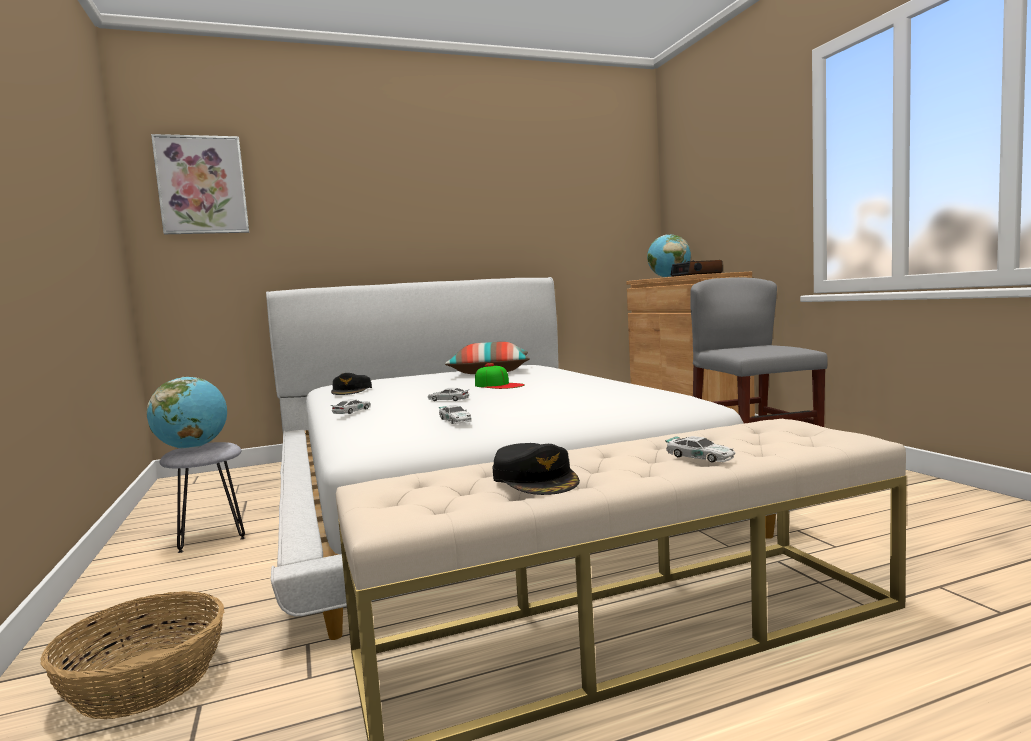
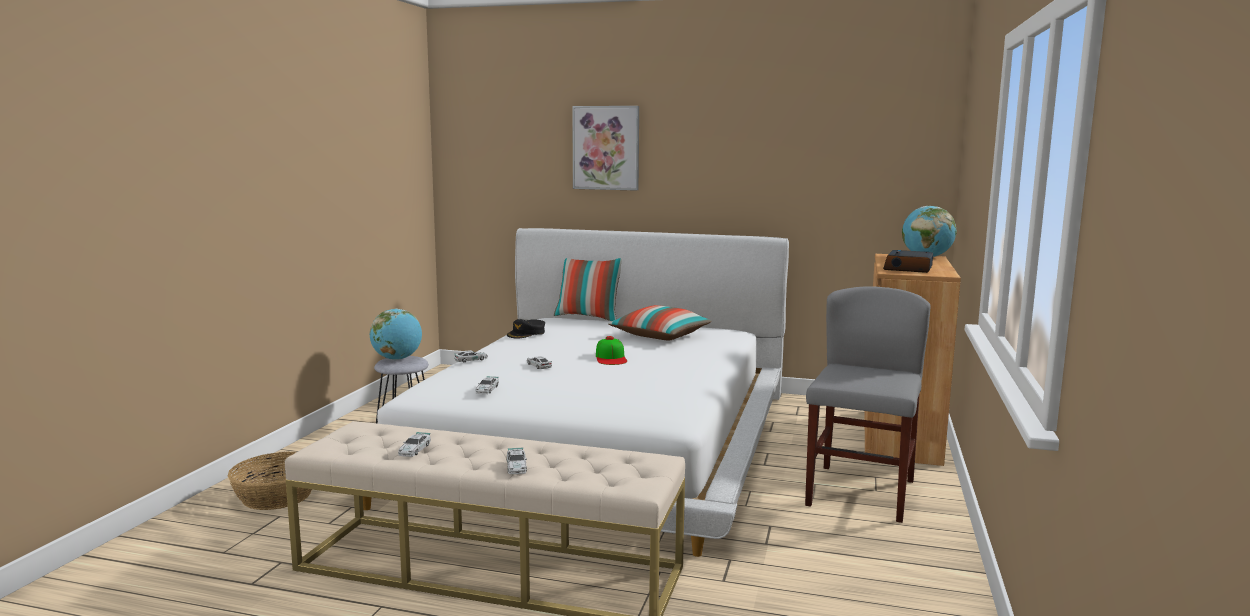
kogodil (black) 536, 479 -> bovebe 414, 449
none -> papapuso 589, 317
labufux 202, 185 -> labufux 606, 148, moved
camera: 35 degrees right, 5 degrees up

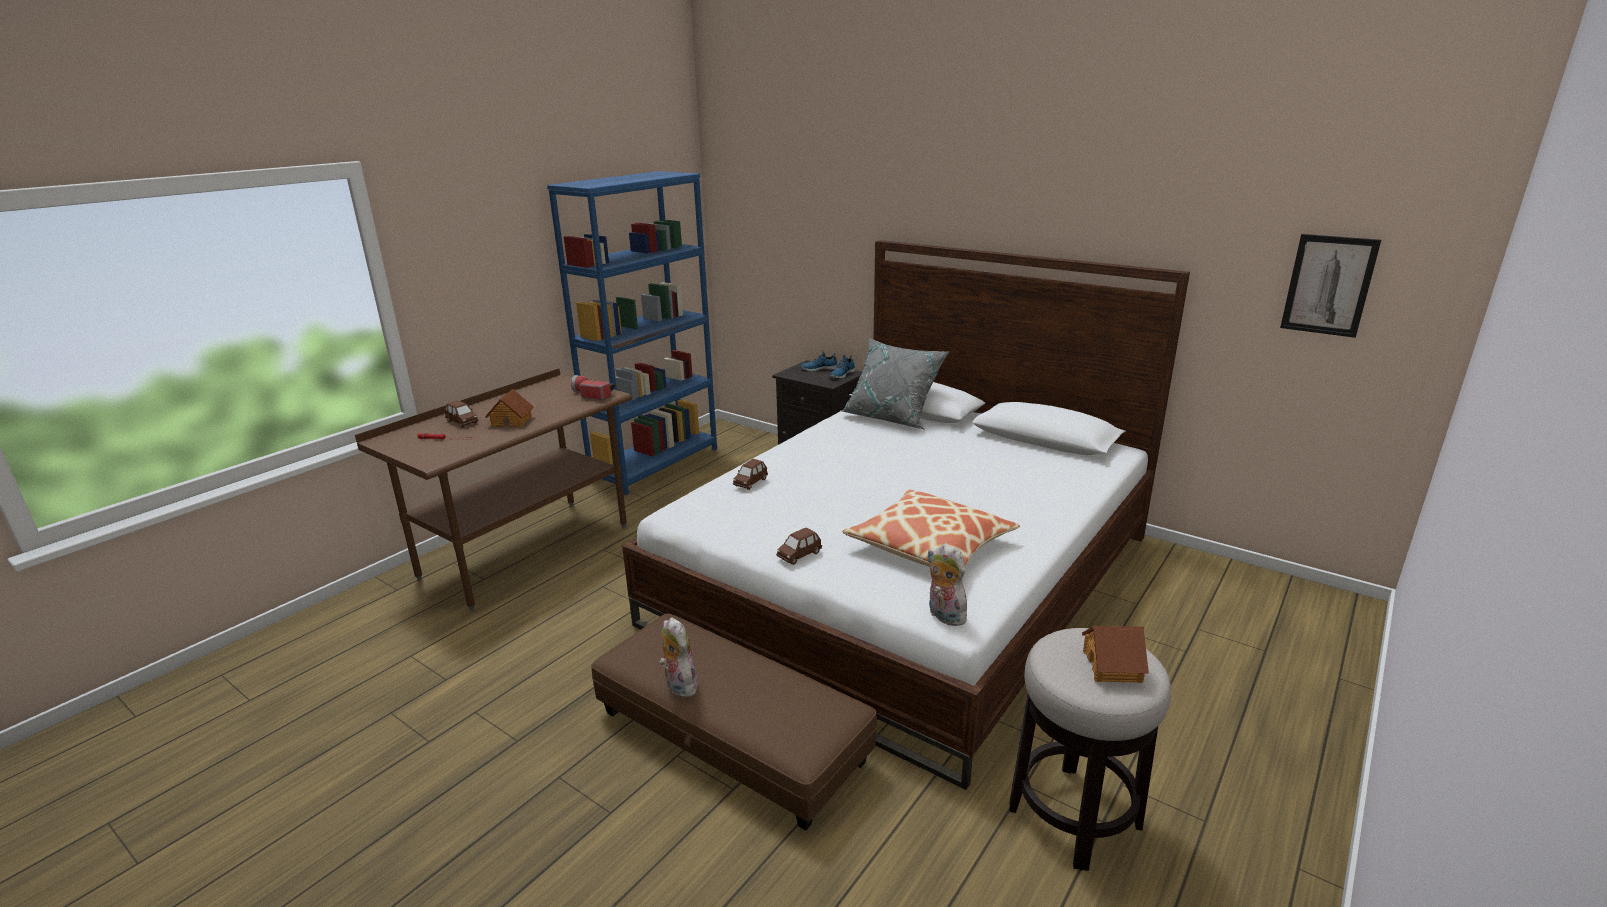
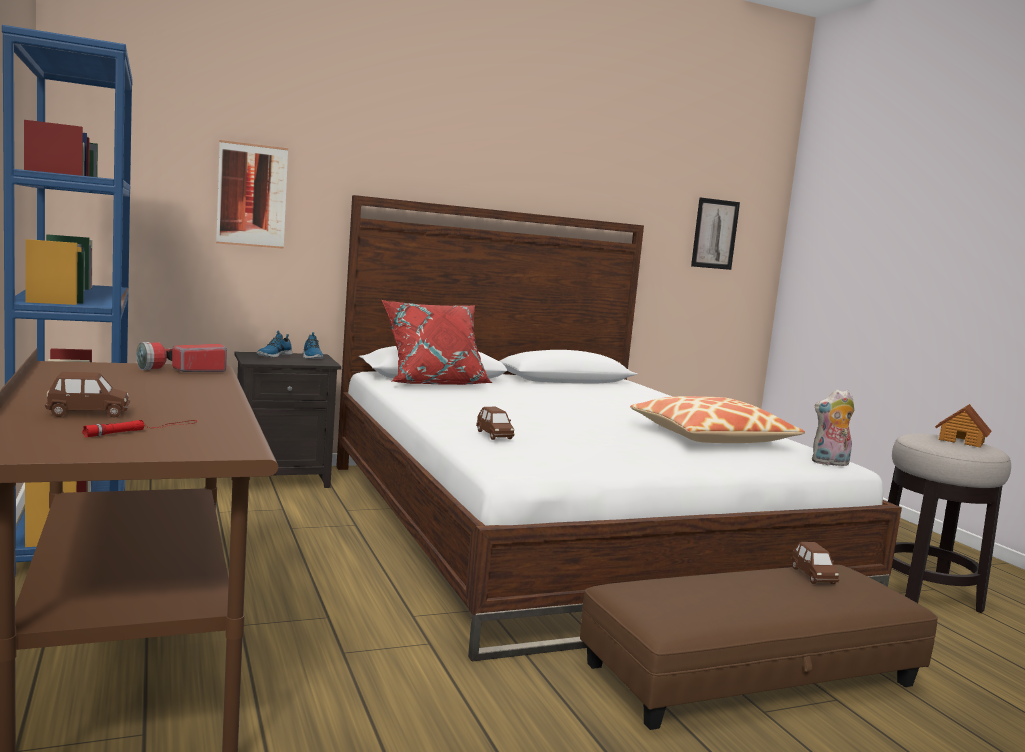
none -> labufux 252, 195
papapuso (grey) 892, 417 -> papapuso (red) 433, 382
bovebe (brown) 799, 555 -> bovebe (brown) 813, 576, moved
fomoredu 512, 421 -> none
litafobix 678, 685 -> none
camera: 60 degrees left, 15 degrees down

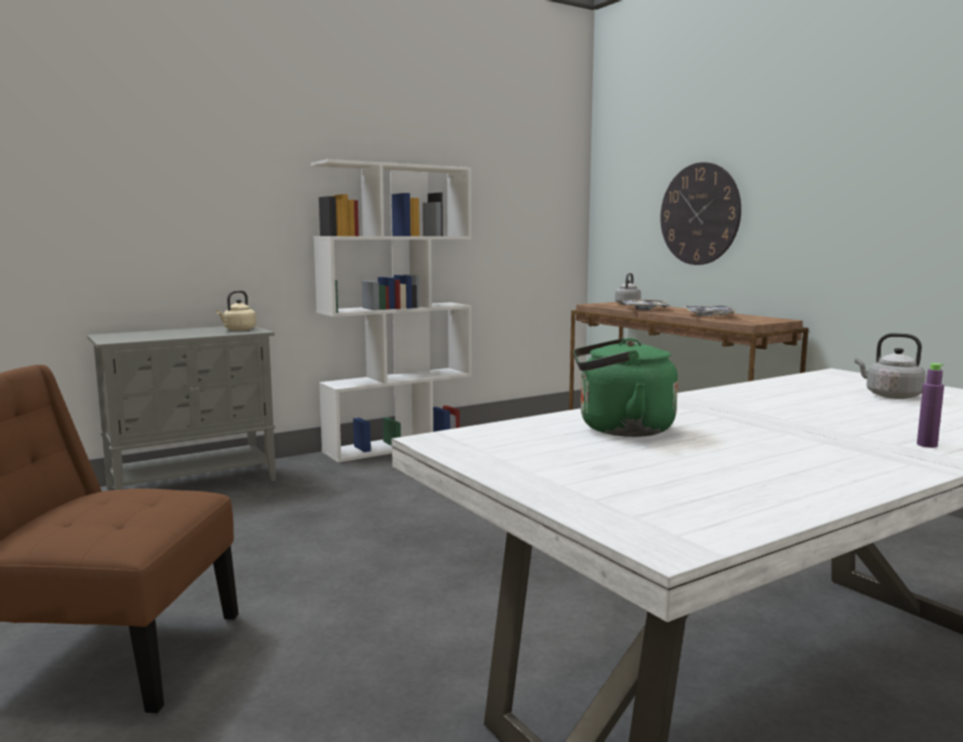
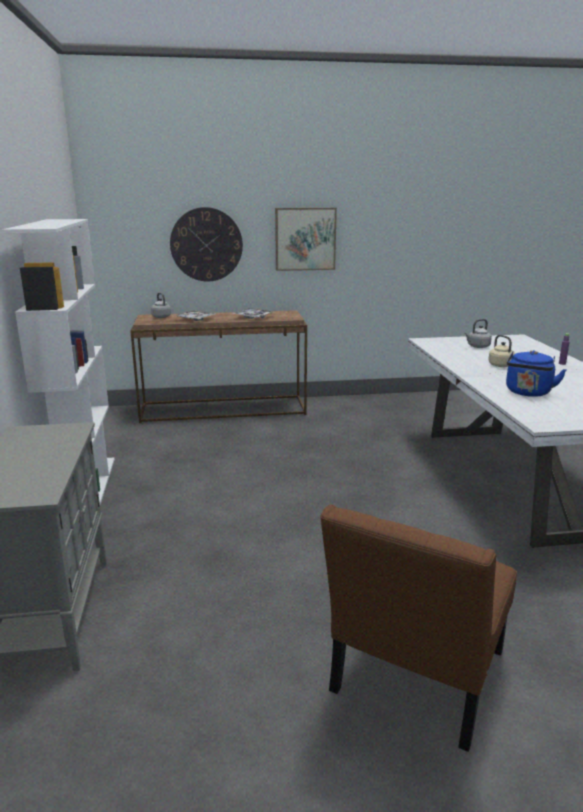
none -> labufux 305, 239
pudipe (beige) 238, 330 -> pudipe (beige) 502, 366, moved
pudipe (green) 619, 429 -> pudipe (blue) 528, 393
camera: 65 degrees left, 10 degrees up

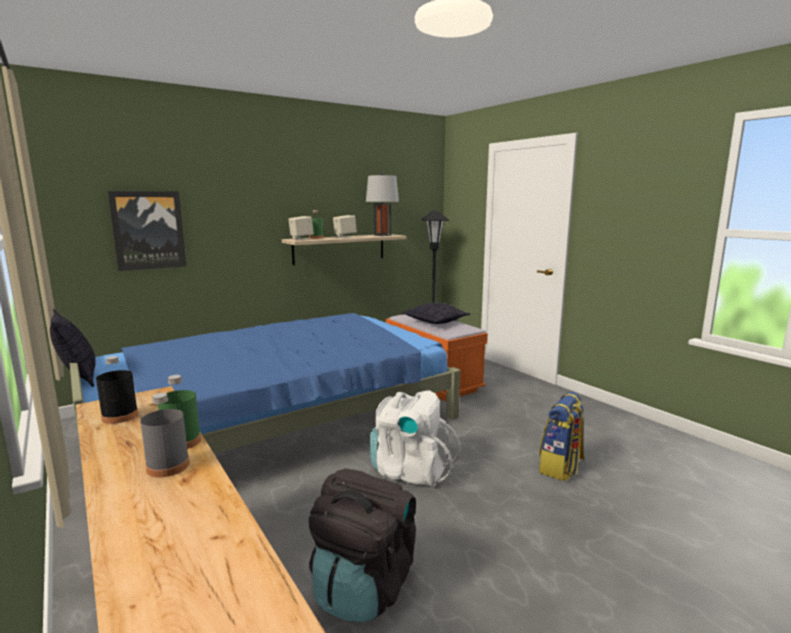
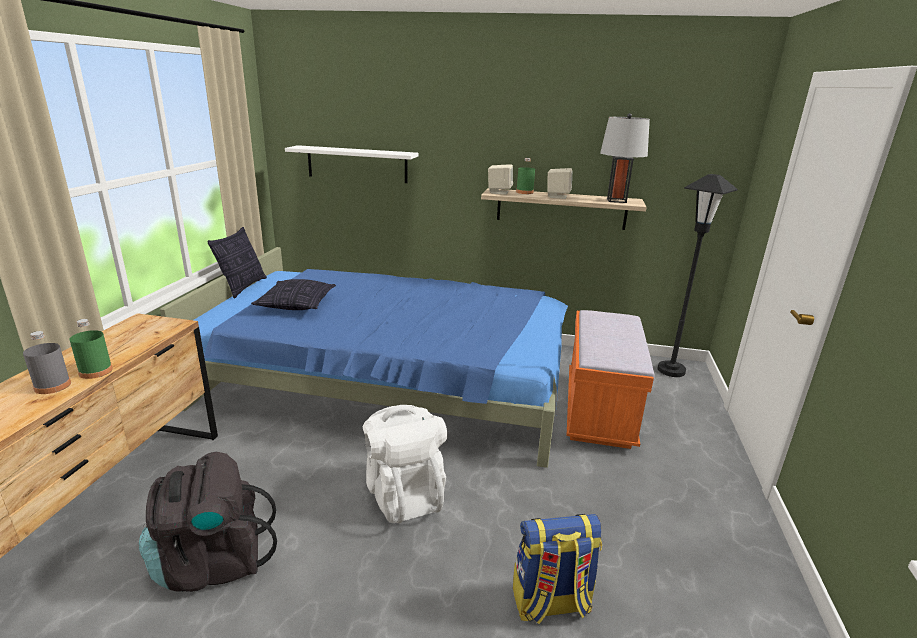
papapuso 435, 322 -> papapuso 297, 305, moved
labufux 148, 230 -> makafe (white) 357, 164
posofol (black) 120, 416 -> none
camera: 45 degrees right, 10 degrees up

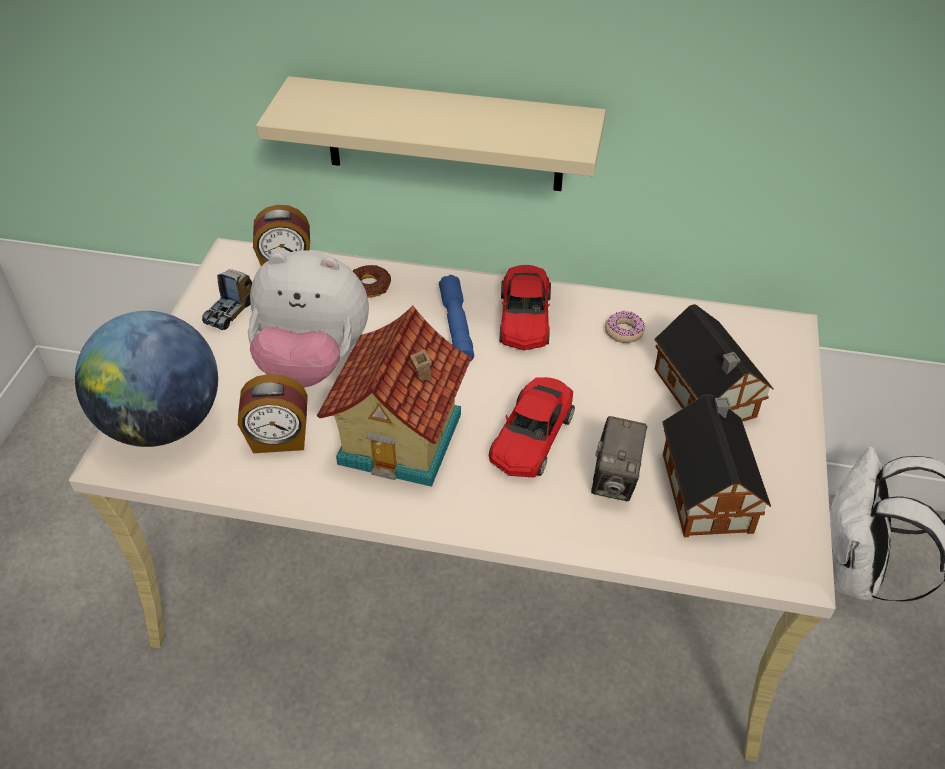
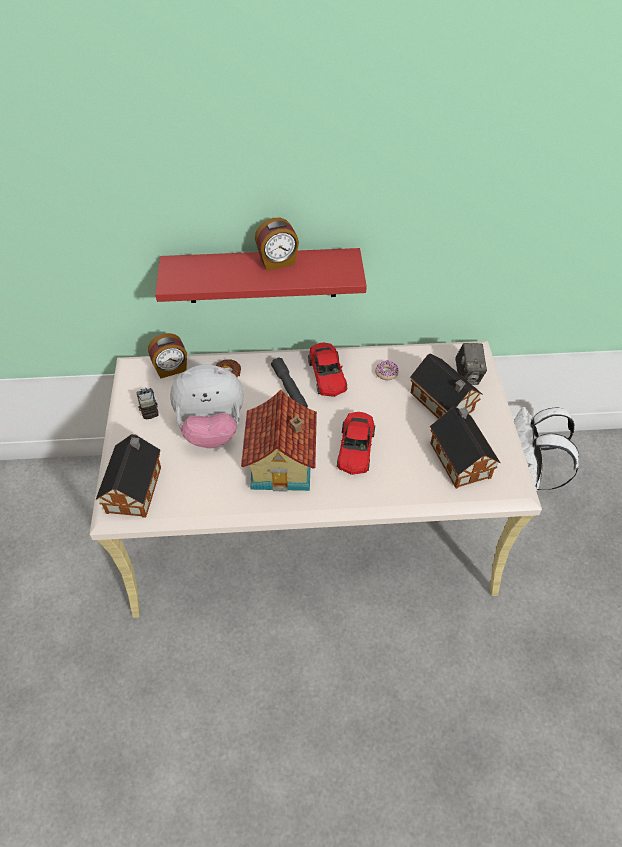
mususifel 163, 424 -> fomoredu 135, 487
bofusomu 230, 311 -> bofusomu 148, 406, 150 degrees clockwise
makafe (beige) 444, 135 -> makafe (red) 262, 275
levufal 279, 440 -> levufal 278, 262, moved
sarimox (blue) 456, 326 -> sarimox (grey) 289, 389
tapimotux 615, 480 -> tapimotux 467, 375, moved
camera: 15 degrees left, 5 degrees up

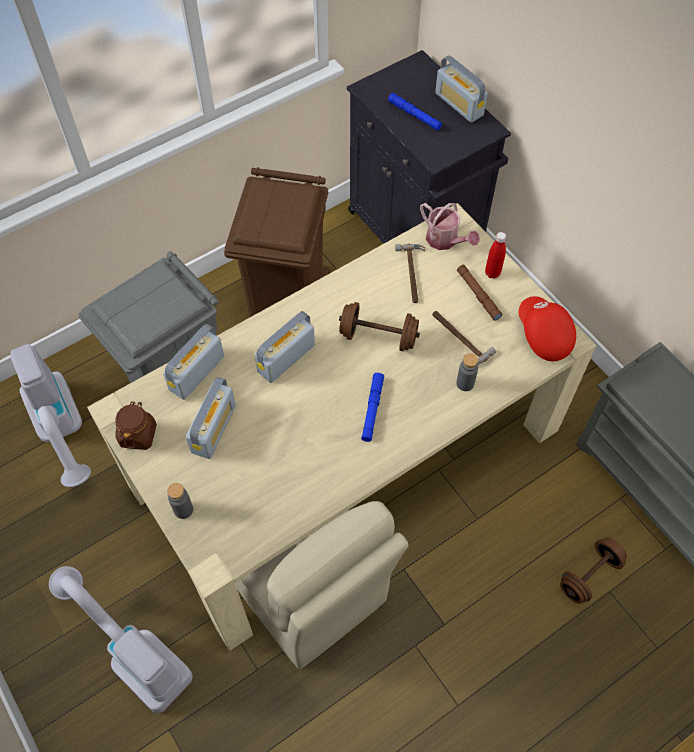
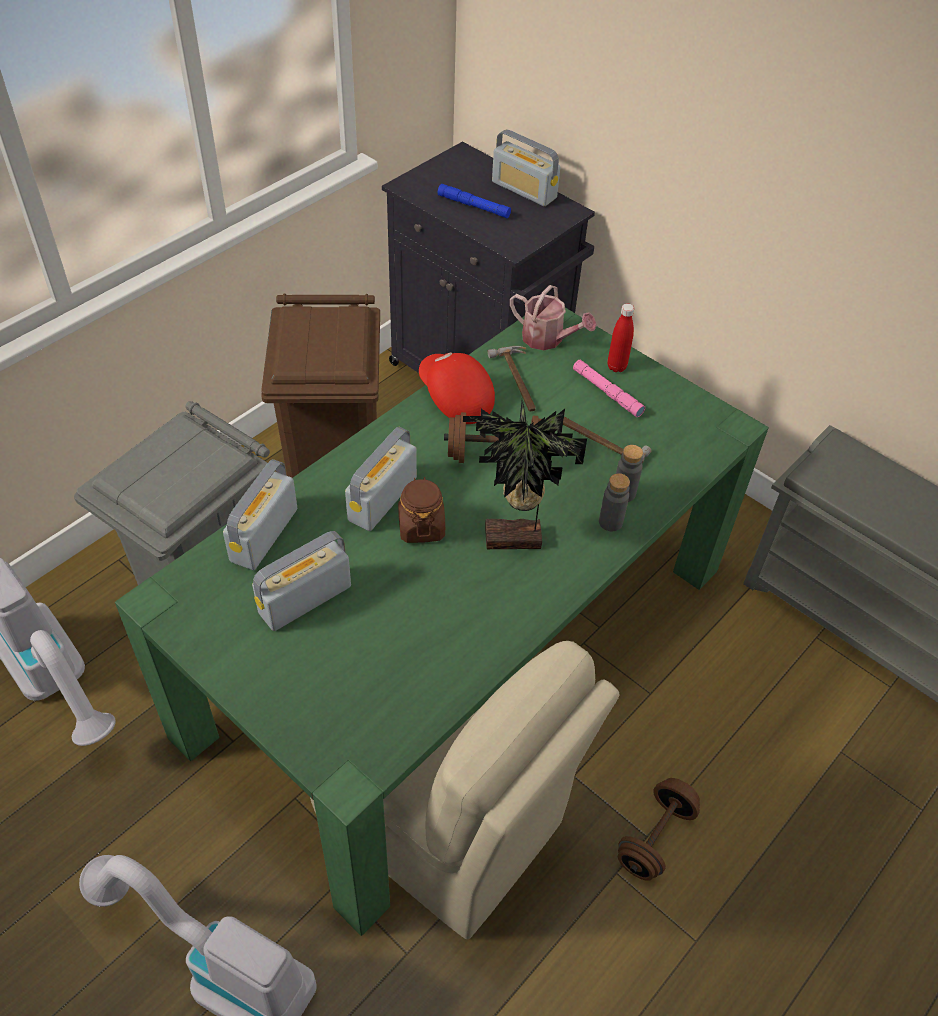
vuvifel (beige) 346, 457 -> vuvifel (green) 461, 649
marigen 214, 428 -> marigen 305, 600, 135 degrees counterclockwise
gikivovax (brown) 138, 434 -> gikivovax (brown) 421, 527, moved
kogodil (red) 543, 335 -> kogodil (red) 454, 398, moved
sarimox (blue) 372, 409 -> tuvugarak 514, 542
sarimox (brown) 478, 295 -> sarimox (pink) 607, 392
posofol (grey) 183, 510 -> posofol (grey) 610, 522, moved
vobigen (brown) 589, 575 -> vobigen (brown) 655, 838, moved
camera: 15 degrees left, 10 degrees down

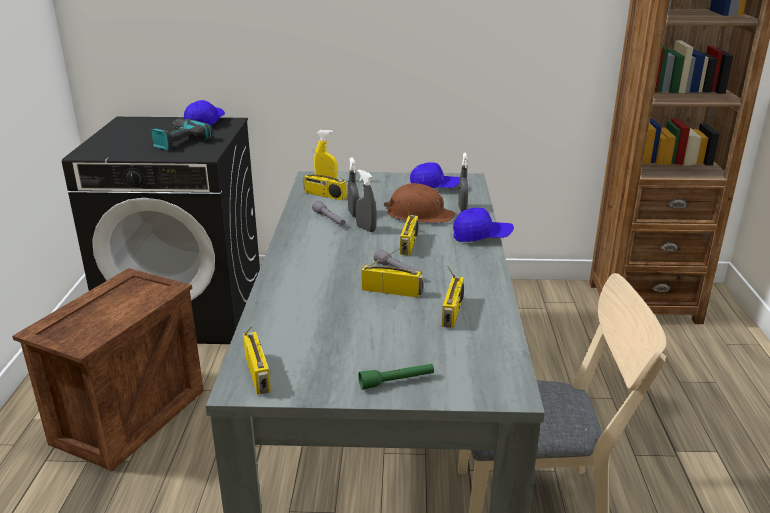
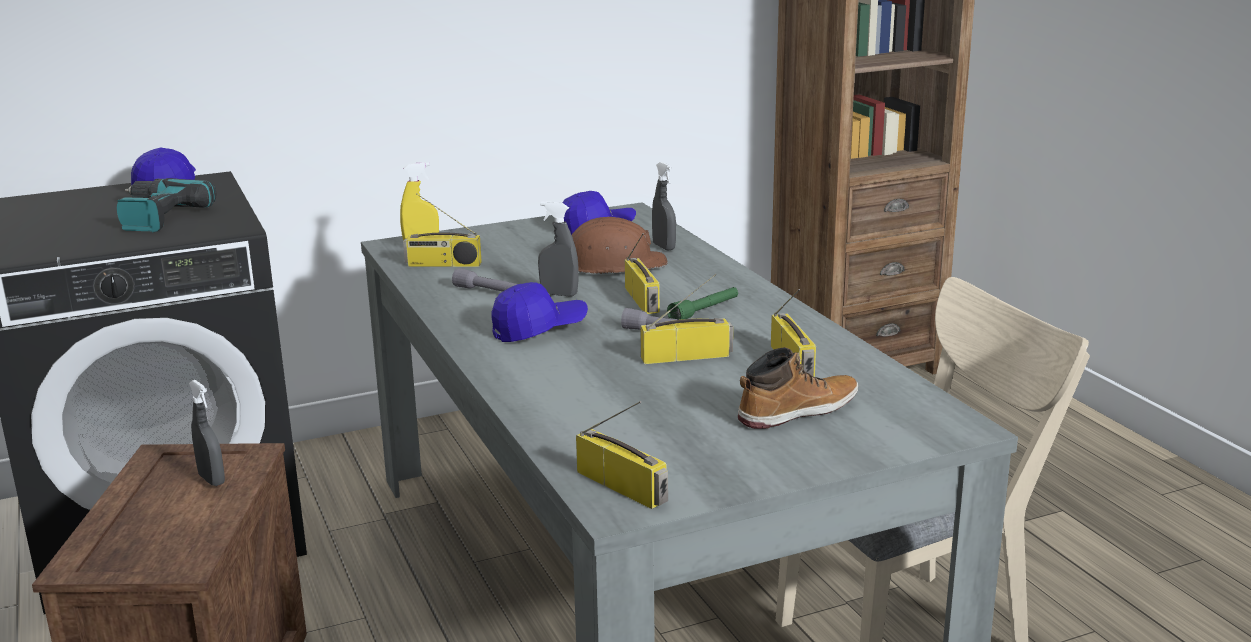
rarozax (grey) 353, 213 -> rarozax (grey) 212, 480, moved
kogodil (blue) 482, 237 -> kogodil (blue) 539, 329, moved
sarimox (green) 396, 381 -> sarimox (green) 704, 311, moved
none -> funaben 796, 411
camera: 25 degrees left, 5 degrees down

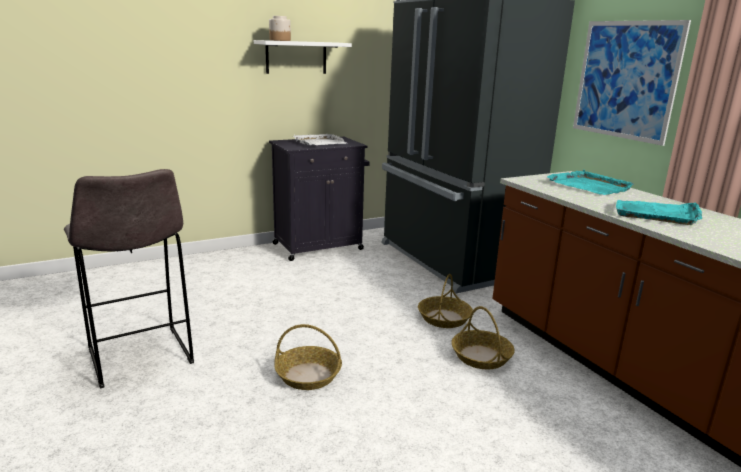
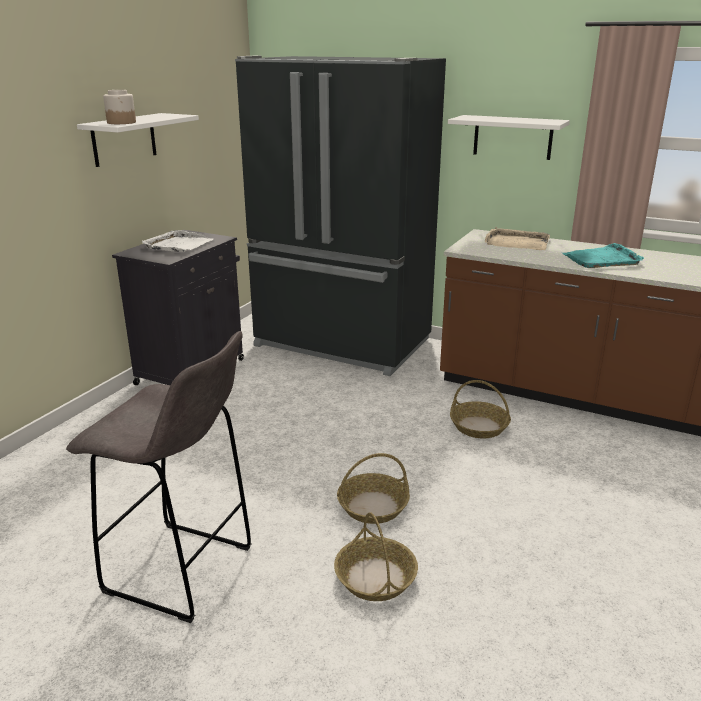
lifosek 444, 318 -> lifosek 375, 577, moved
labufux 625, 80 -> makafe (white) 512, 137
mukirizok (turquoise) 589, 186 -> mukirizok (beige) 516, 242
camera: 35 degrees left, 5 degrees up

